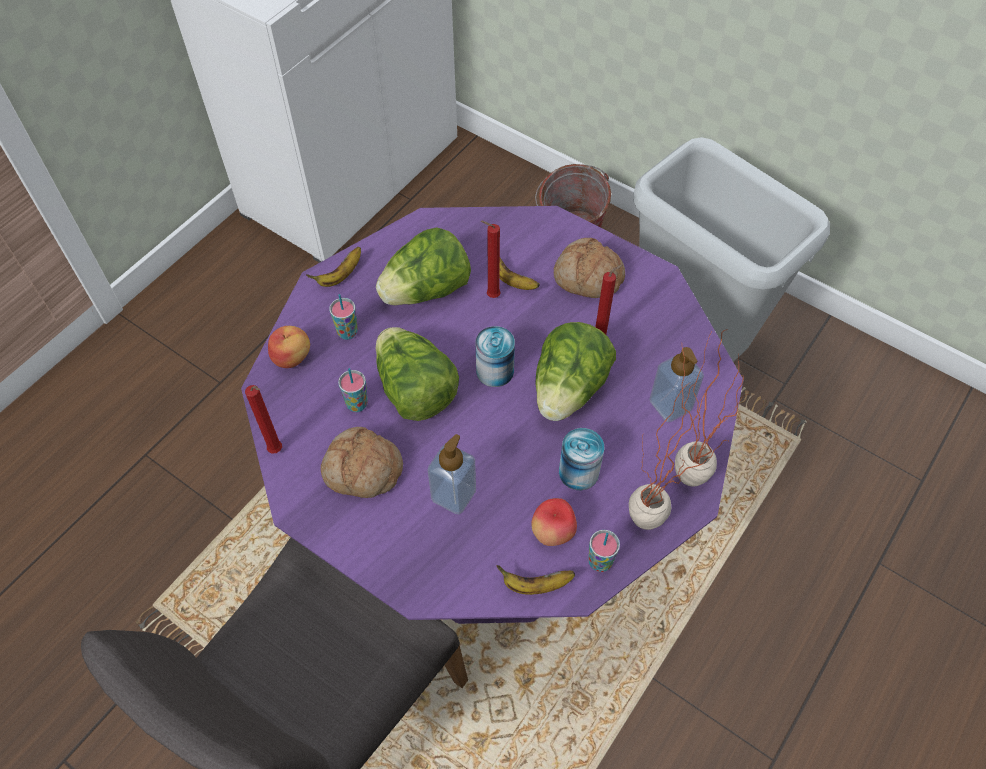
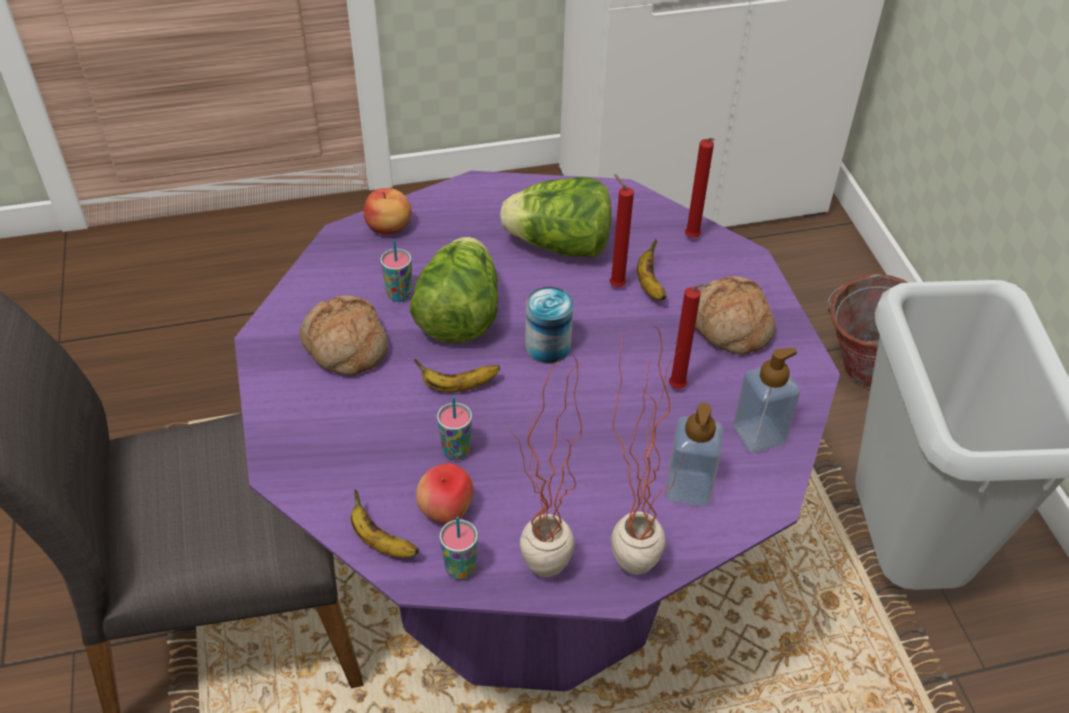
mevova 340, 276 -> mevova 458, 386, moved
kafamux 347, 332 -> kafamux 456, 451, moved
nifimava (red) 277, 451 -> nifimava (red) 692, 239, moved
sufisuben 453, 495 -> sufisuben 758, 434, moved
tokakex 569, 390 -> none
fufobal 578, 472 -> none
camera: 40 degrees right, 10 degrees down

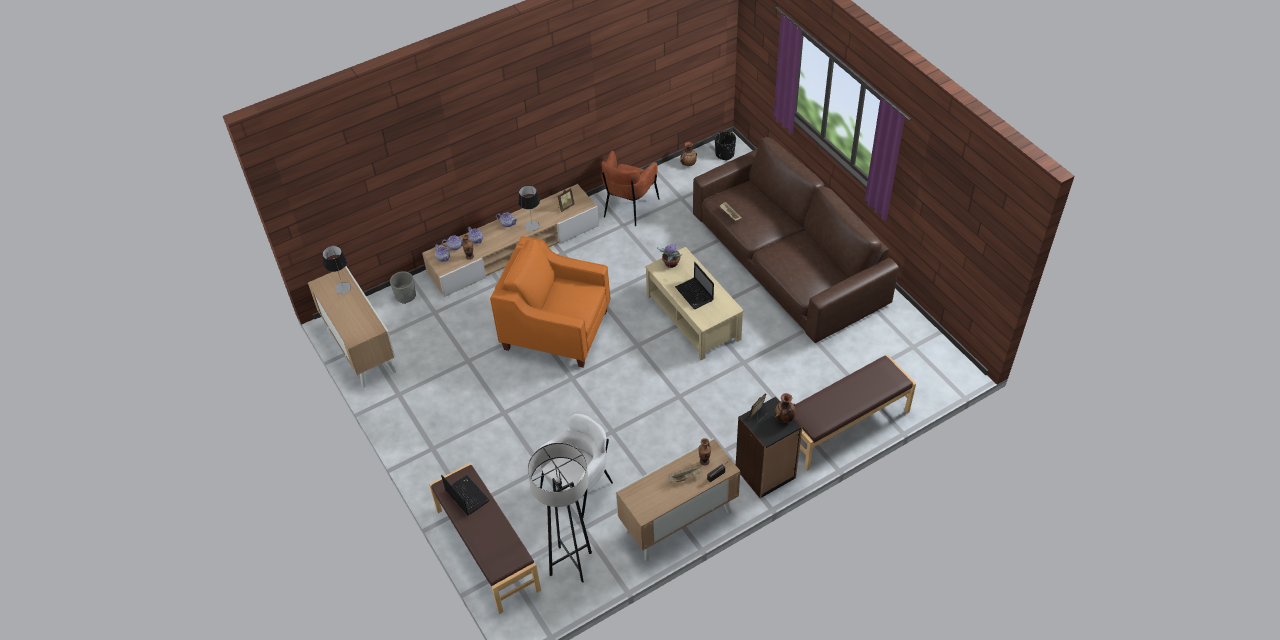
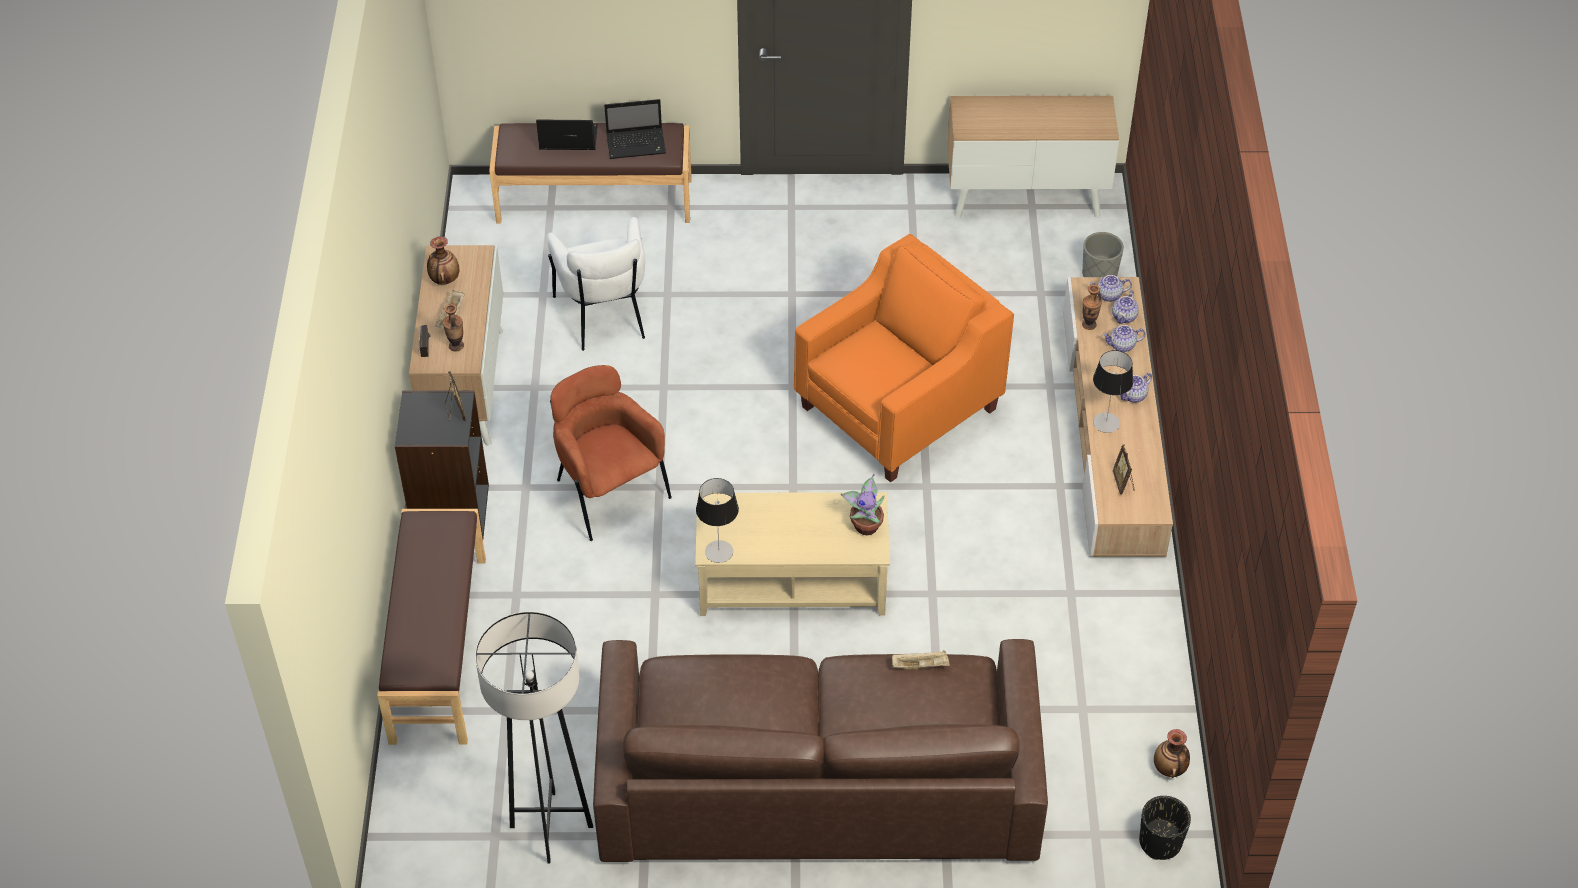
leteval 784, 418 -> leteval 444, 279, moved
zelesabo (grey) 570, 564 -> zelesabo (grey) 551, 826, moved
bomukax 695, 294 -> bomukax 567, 139, moved
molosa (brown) 628, 207 -> molosa (brown) 608, 492, moved
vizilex 343, 288 -> vizilex 718, 551, moved
camera: 120 degrees right, 0 degrees up

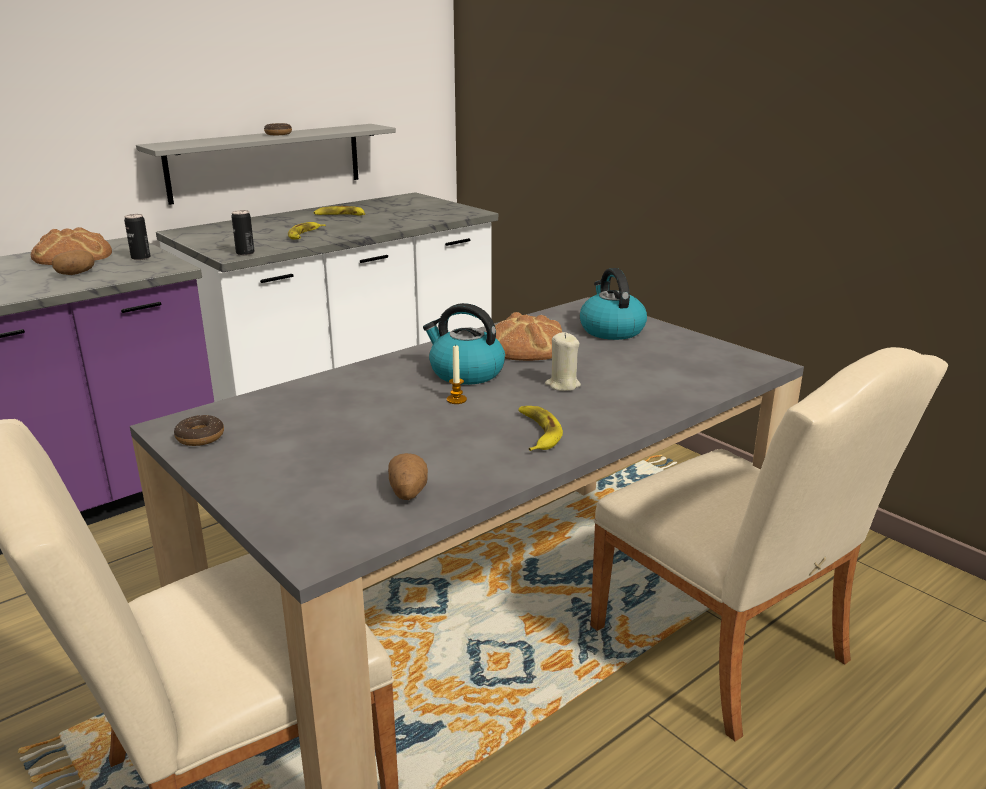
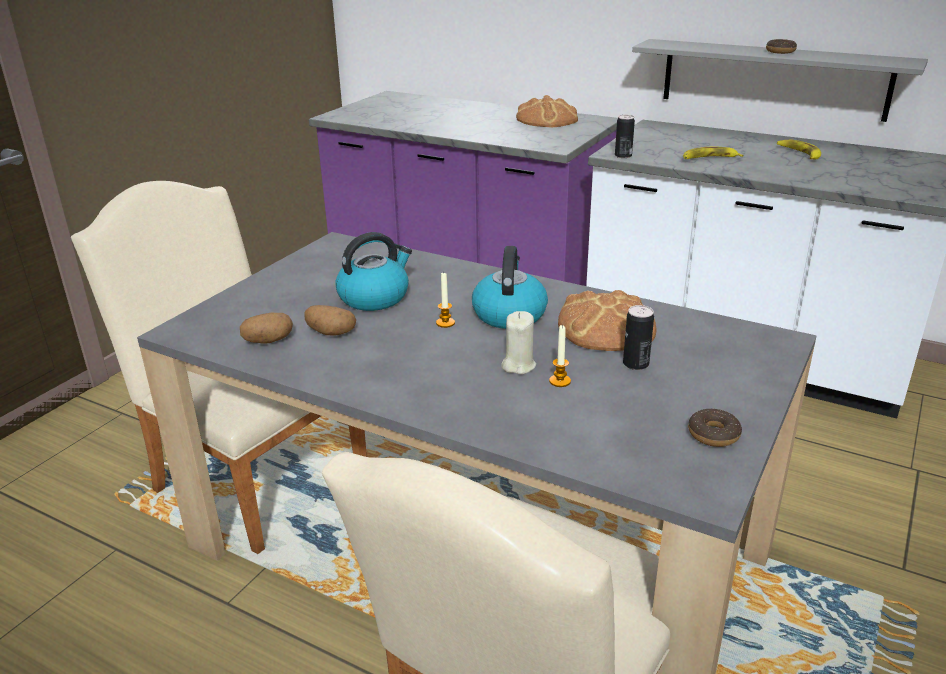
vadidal 76, 273 -> vadidal 330, 333, moved
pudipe 611, 330 -> pudipe 374, 297, moved
none -> nifimava 560, 381
fufobal 141, 258 -> fufobal 636, 364, moved
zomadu 200, 437 -> zomadu 713, 434, moved
mevova 537, 433 -> none
camera: 70 degrees right, 5 degrees up

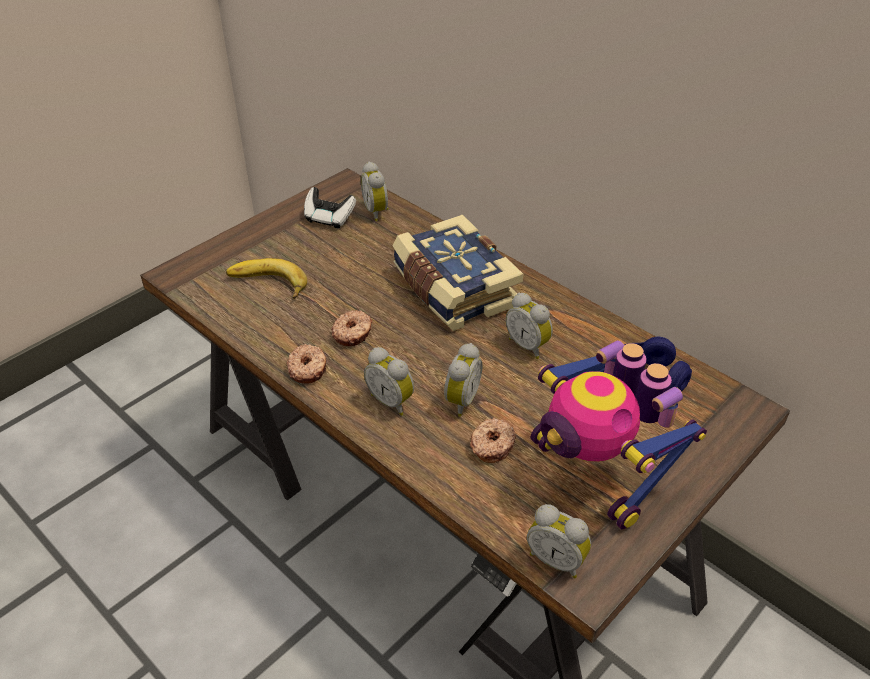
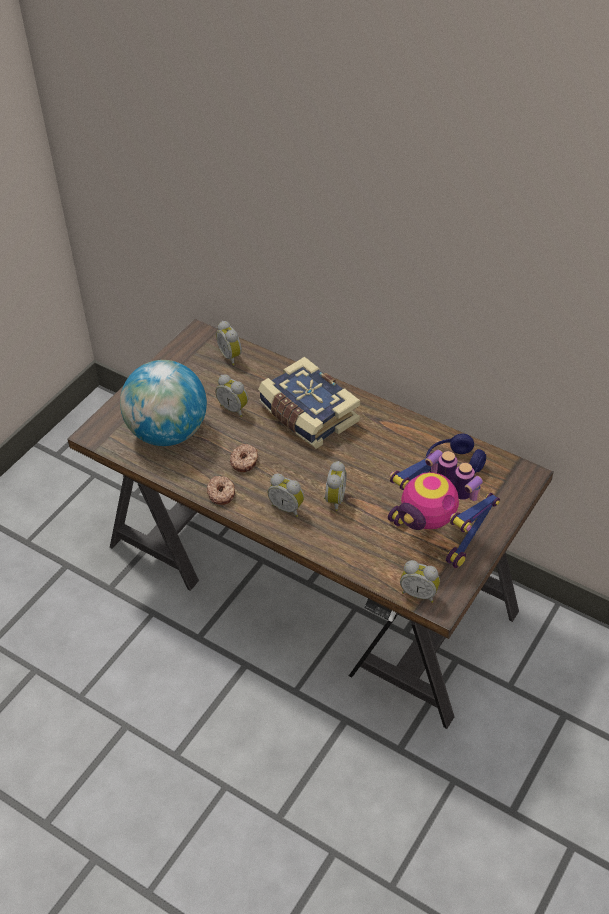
mevova 267, 285 -> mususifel 168, 433
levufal 528, 345 -> levufal 234, 408, moved
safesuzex 329, 218 -> none
zomadu 491, 445 -> none
camera: 10 degrees left, 5 degrees up

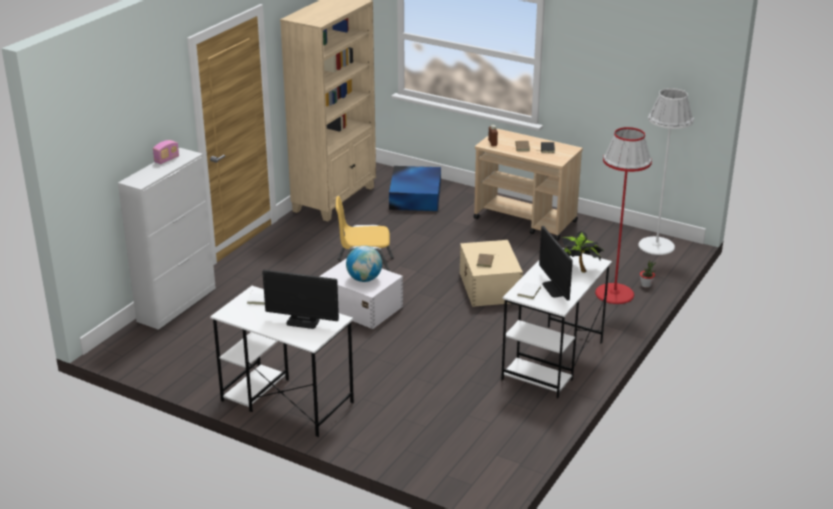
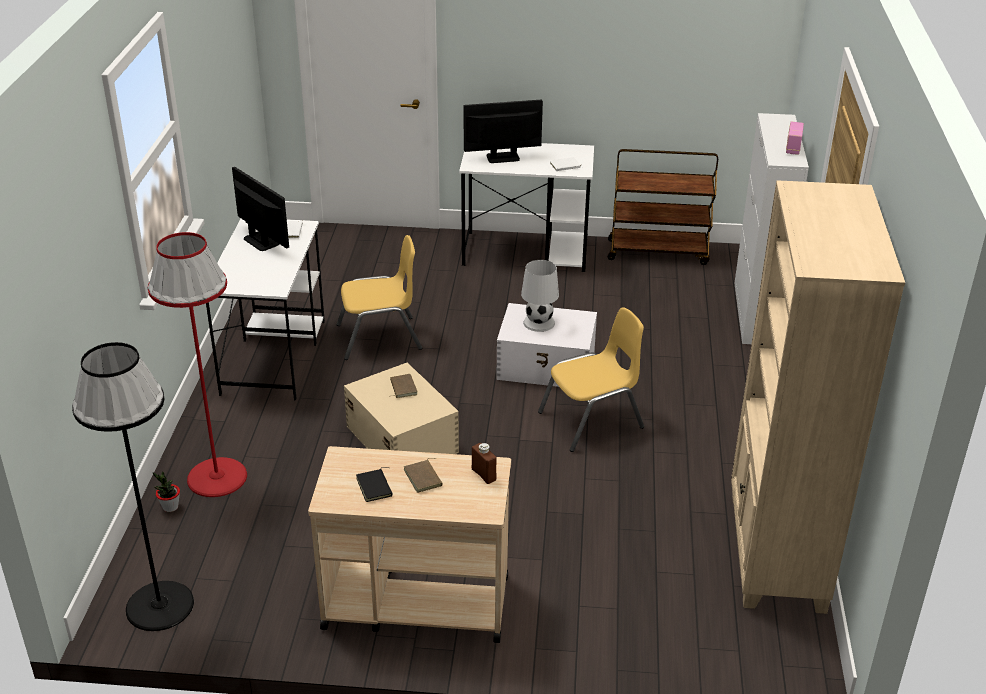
zelesabo (white) 656, 246 -> zelesabo (black) 159, 606
none -> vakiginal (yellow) 379, 338
mususifel 364, 279 -> vizilex (white) 538, 322
none -> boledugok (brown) 658, 252
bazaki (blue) 415, 196 -> none
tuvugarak 578, 269 -> none
camera: 155 degrees right, 5 degrees up

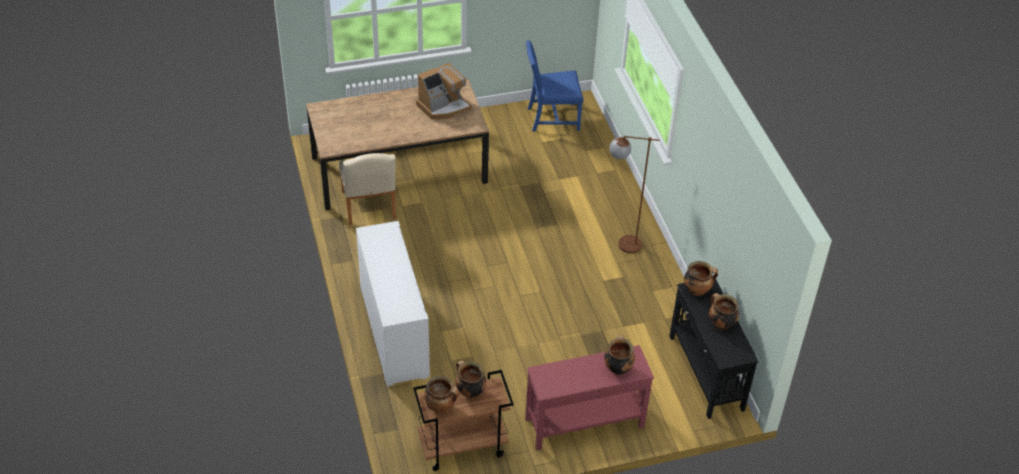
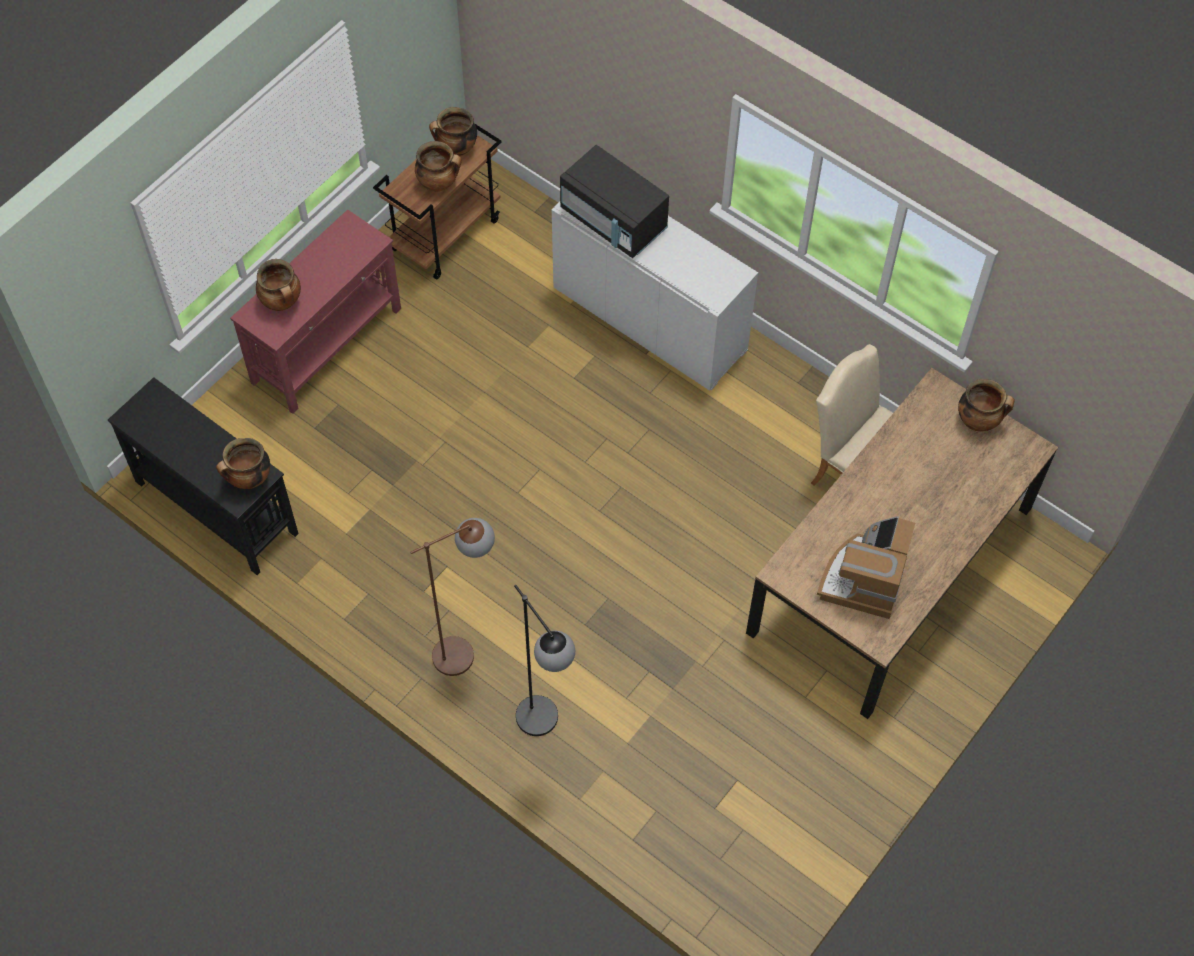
none -> zelesabo (black) 546, 728
none -> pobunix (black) 613, 220
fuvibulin 720, 324 -> fuvibulin 978, 421, moved
vakiginal (blue) 551, 118 -> none
camera: 145 degrees right, 15 degrees up

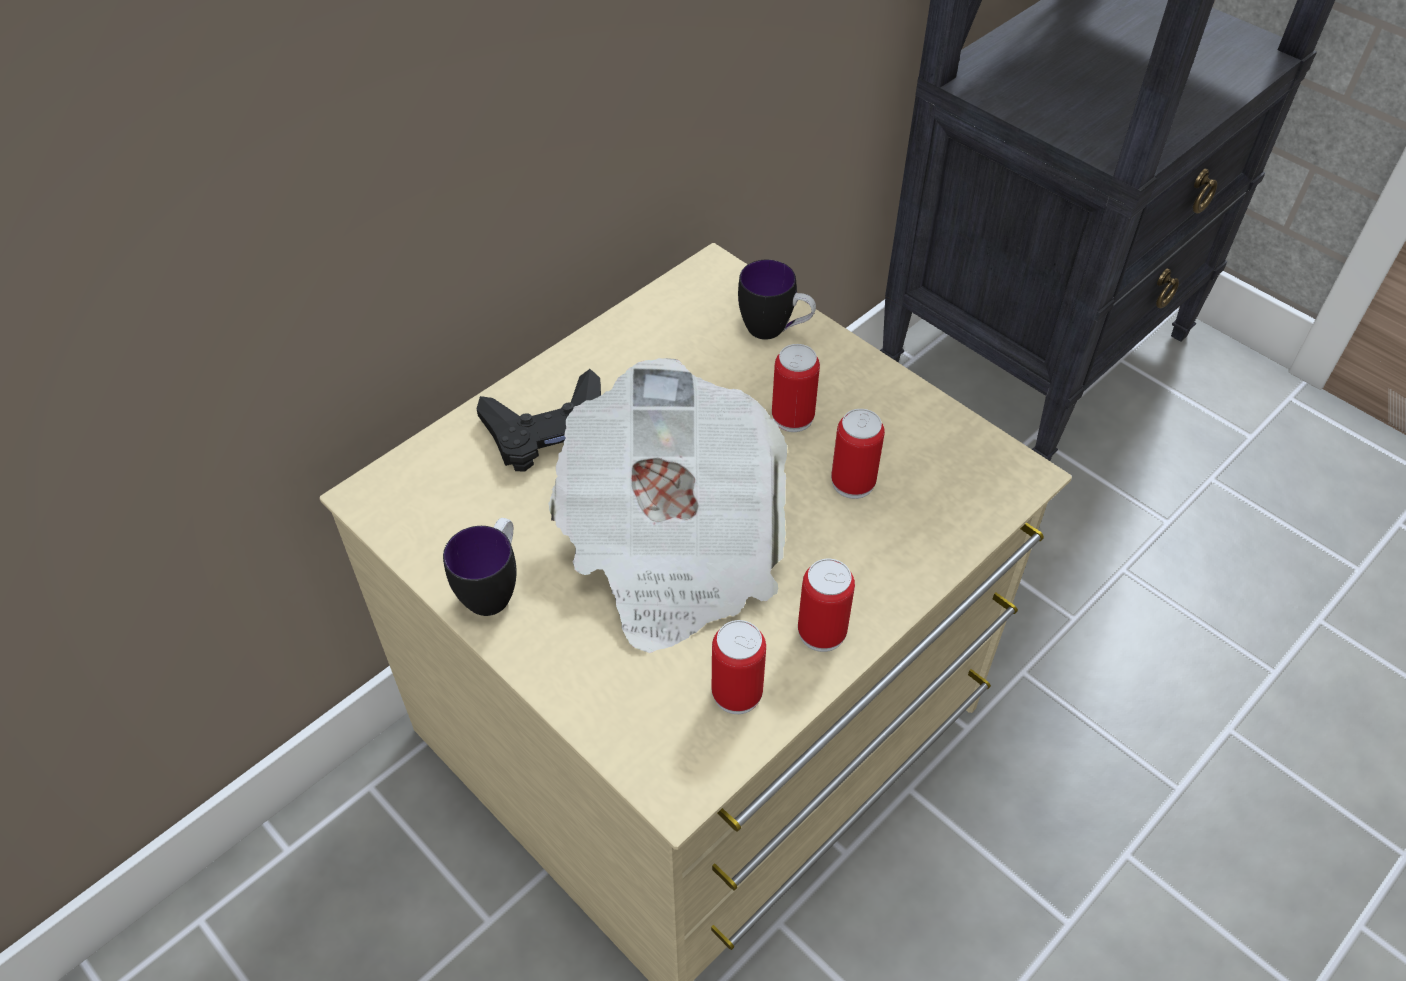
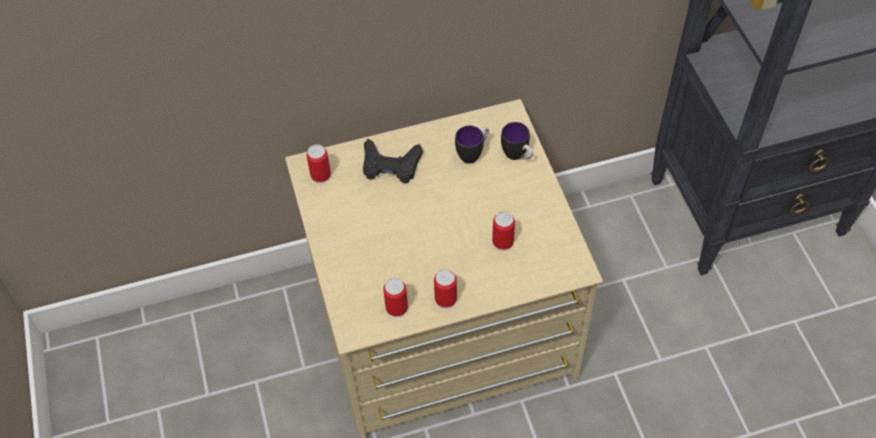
fufobal 792, 417 -> fufobal 321, 175, moved
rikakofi 494, 588 -> rikakofi 473, 153, moved
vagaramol 672, 547 -> none
camera: 30 degrees right, 5 degrees up

